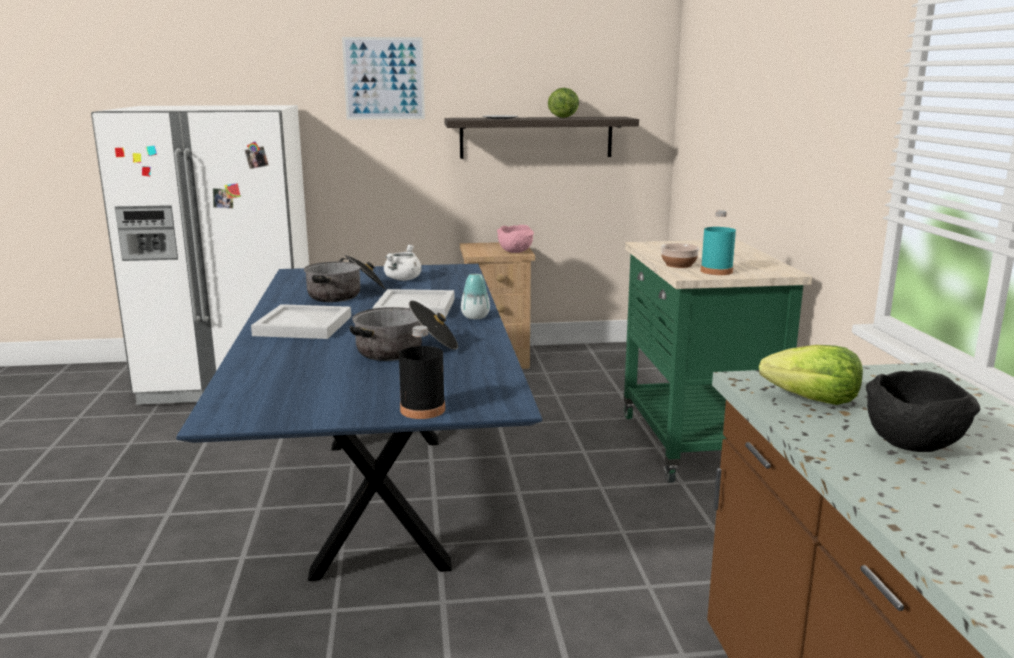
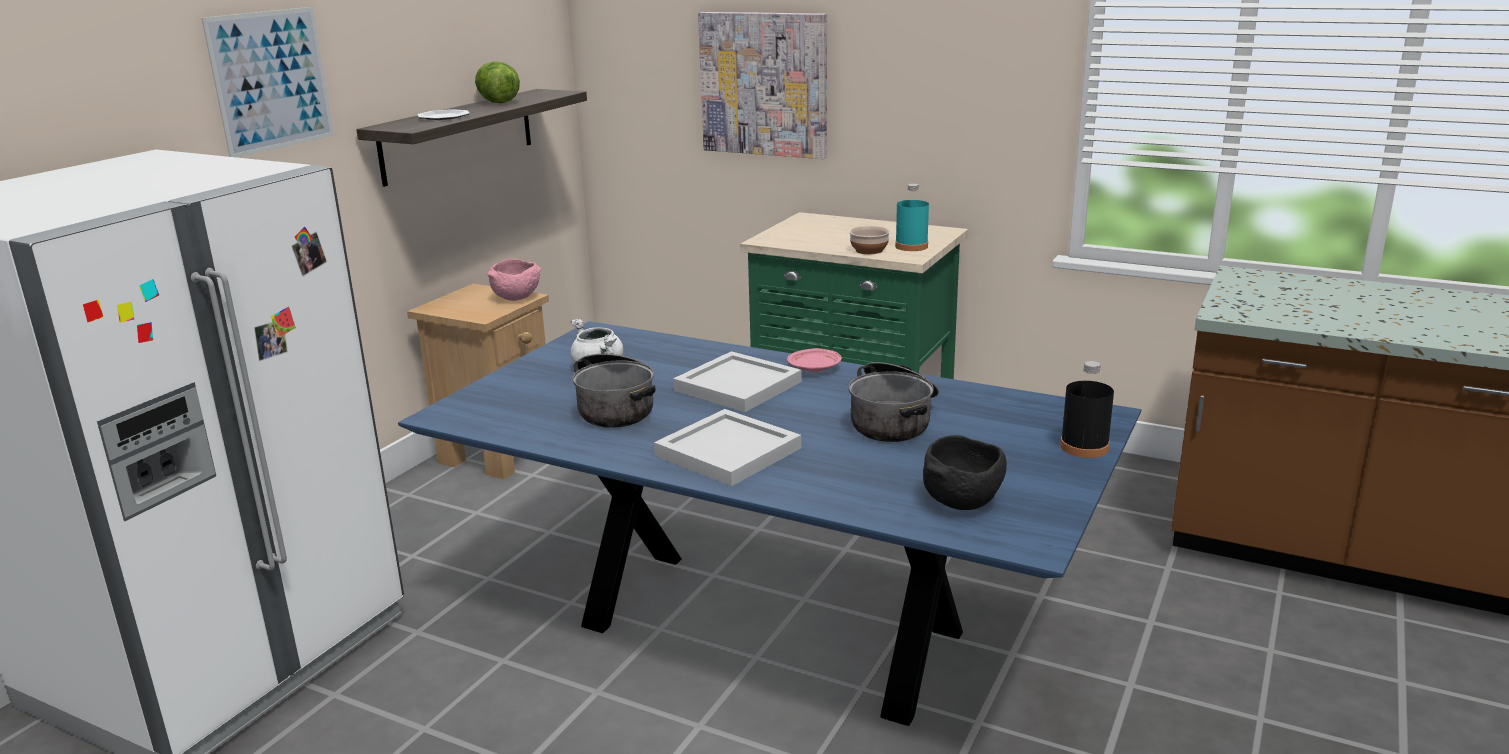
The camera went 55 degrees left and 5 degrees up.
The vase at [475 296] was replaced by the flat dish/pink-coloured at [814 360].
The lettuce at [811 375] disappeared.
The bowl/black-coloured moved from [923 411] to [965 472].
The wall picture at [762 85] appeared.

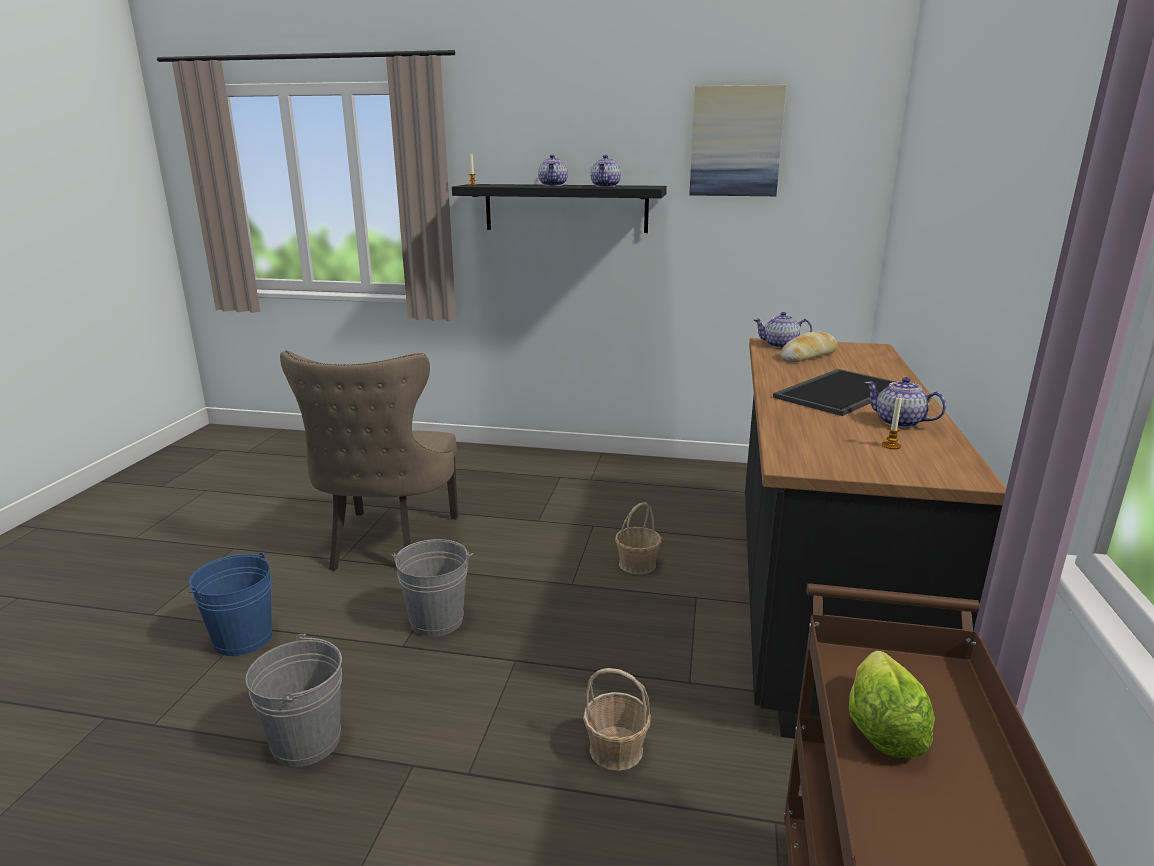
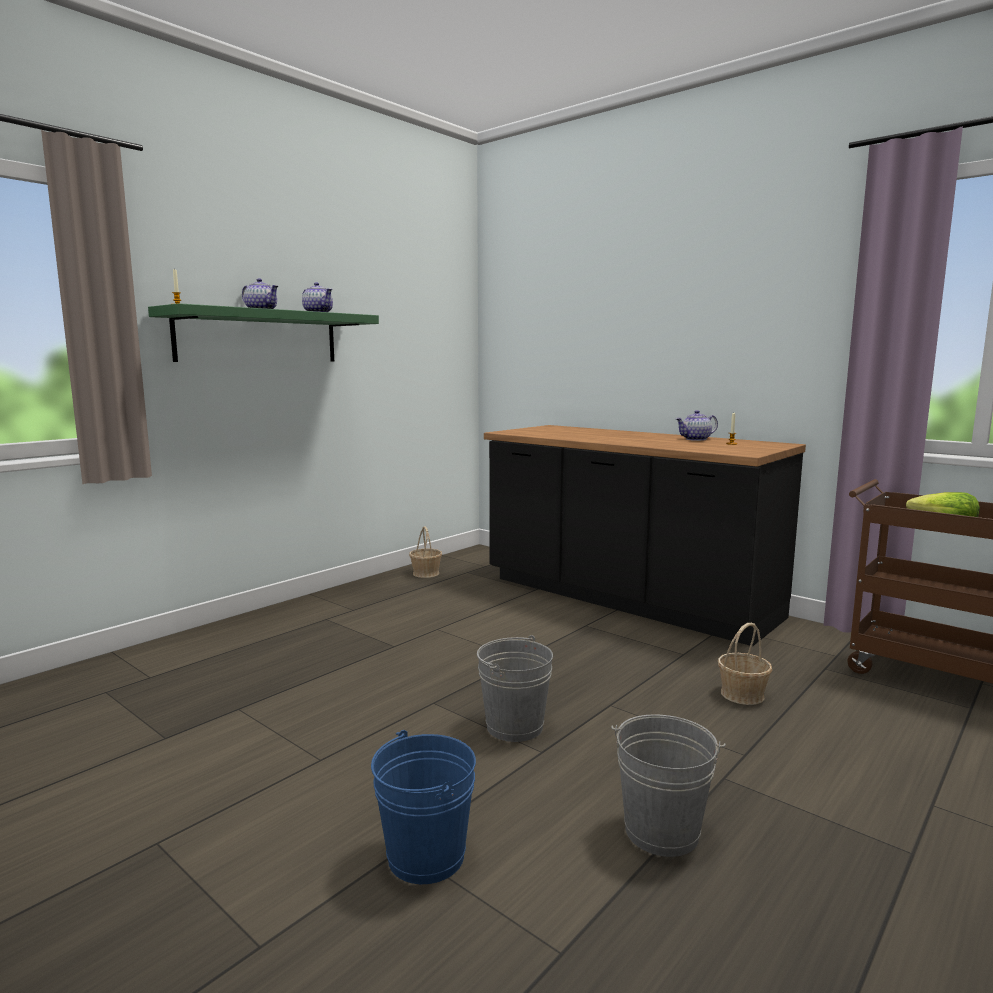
The camera went 60 degrees left and 10 degrees down.
The upright chair/beige-coloured at [369 461] disappeared.
The shelf/black-coloured at [559 208] became the shelf/green at [263 332].
The storage basket moved from [638 538] to [425 552].
The wall picture at [738 140] disappeared.
The tea pot at [783 330] disappeared.
The serving tray at [834 392] disappeared.
The baked bread at [808 346] disappeared.

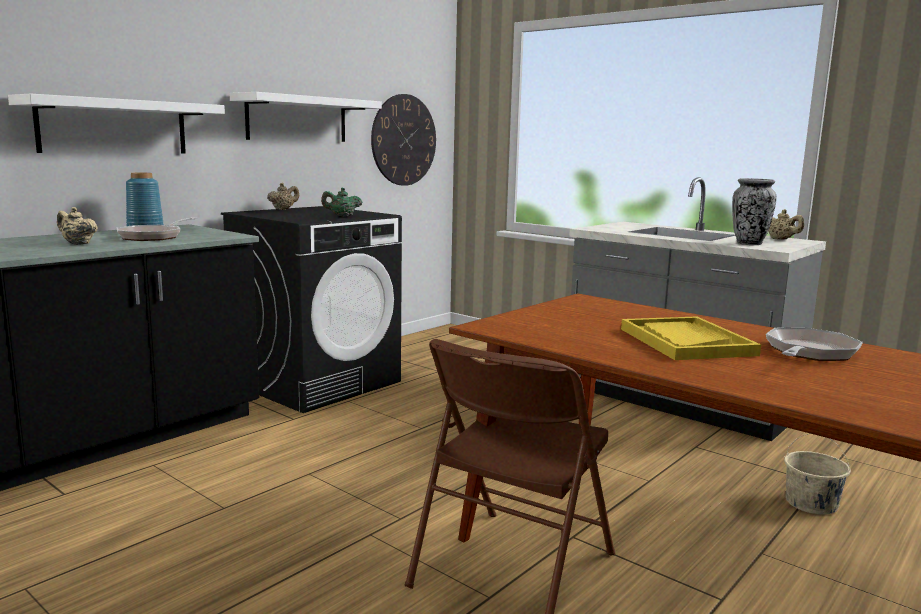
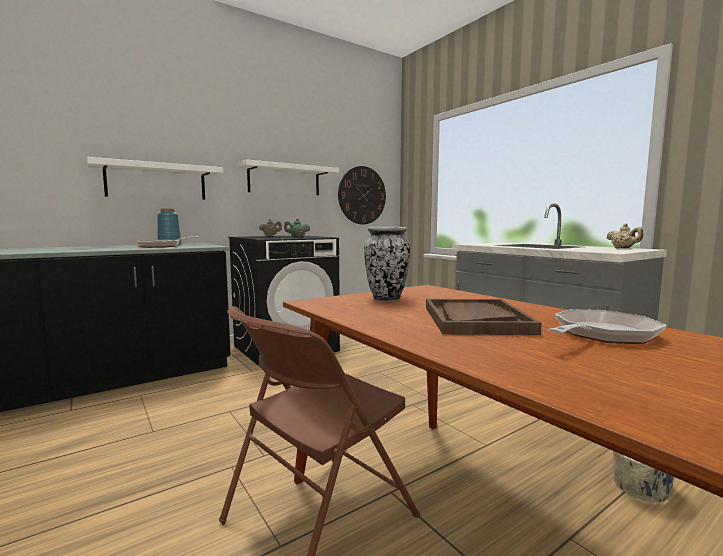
The camera went 15 degrees right and 5 degrees down.
The tea pot/beige-coloured at [77 226] disappeared.
The serving tray/yellowish at [691 338] became the serving tray/brownish at [484 317].
The vase moved from [754 211] to [387 264].

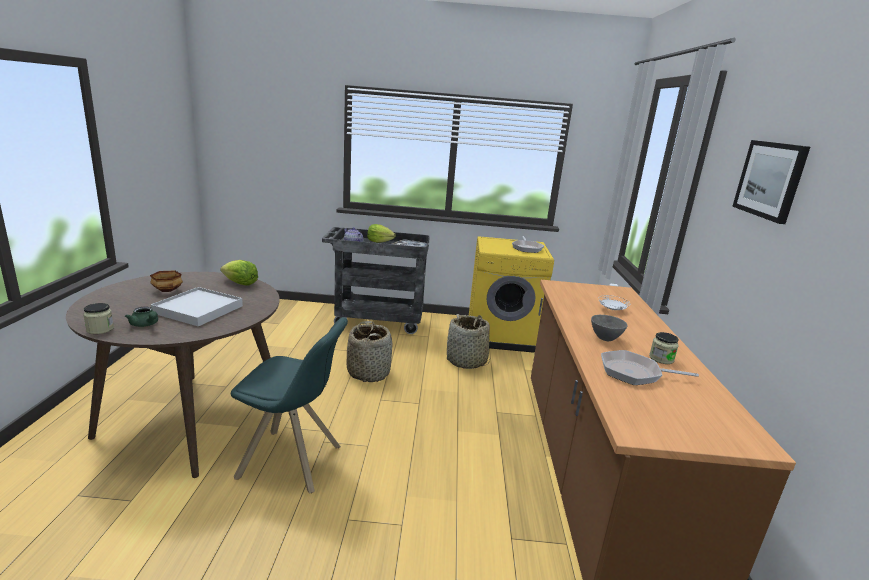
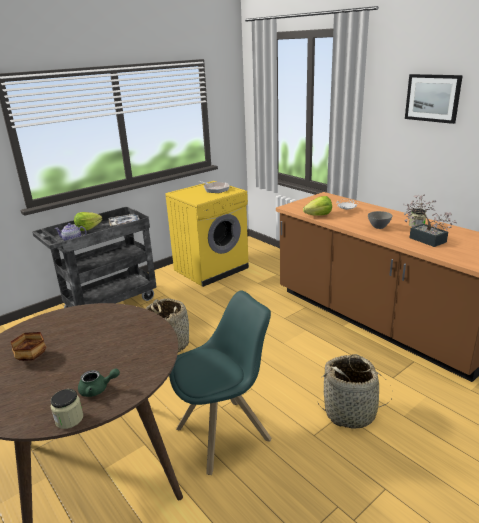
The camera went 40 degrees left and 5 degrees up.
The serving tray/white at [196 307] disappeared.
The lettuce moved from [239 273] to [317 206].
The storage basket moved from [468 341] to [355 391].
The pan at [650 367] was replaced by the potted plant at [430 220].

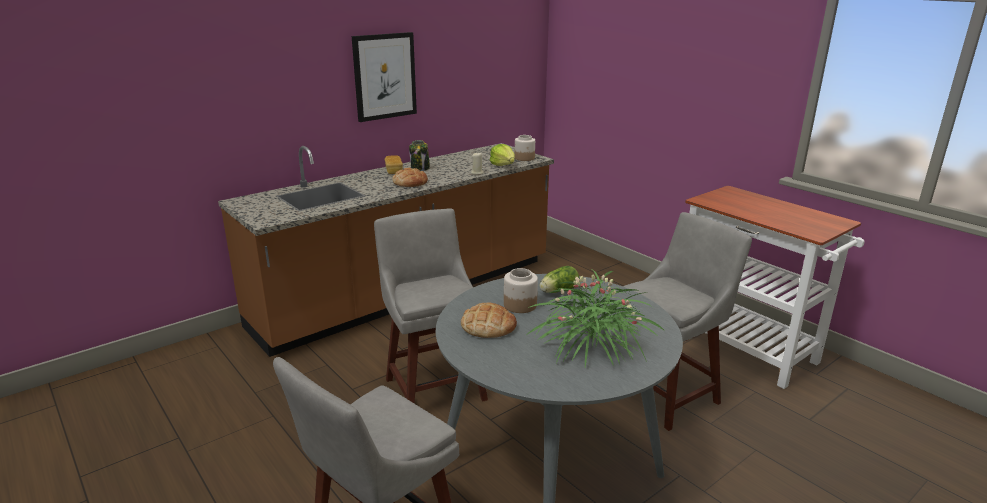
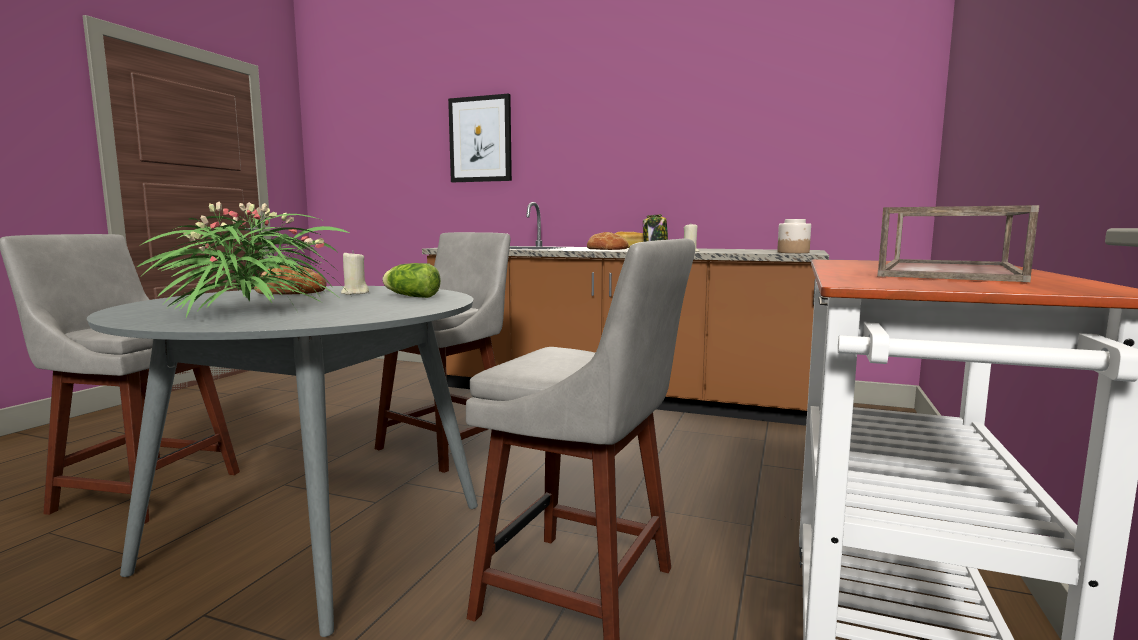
The camera went 60 degrees right and 15 degrees down.
The wall picture moved from [384 77] to [480 137].
The lettuce at [502 155] disappeared.
The storage jar at [521 290] was replaced by the wax light/beige-coloured at [355 272].
The serving tray/brownish at [958 243] appeared.

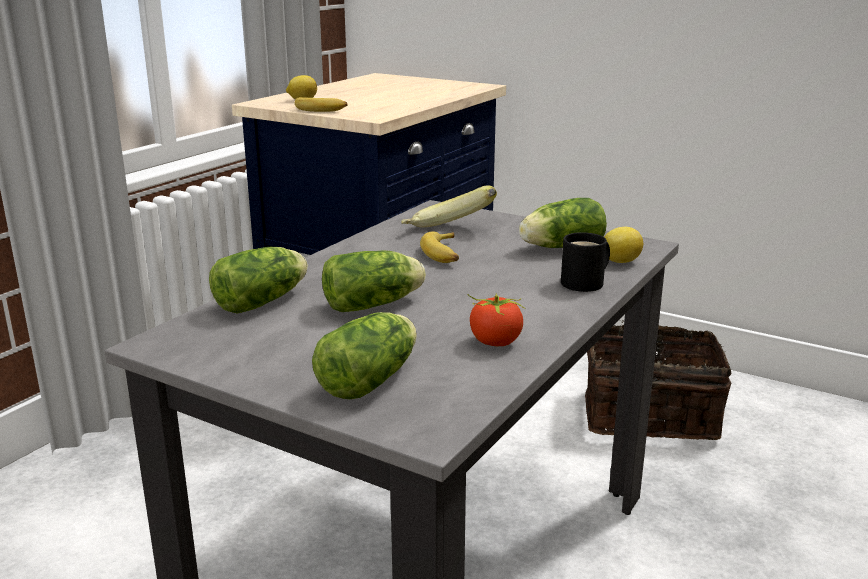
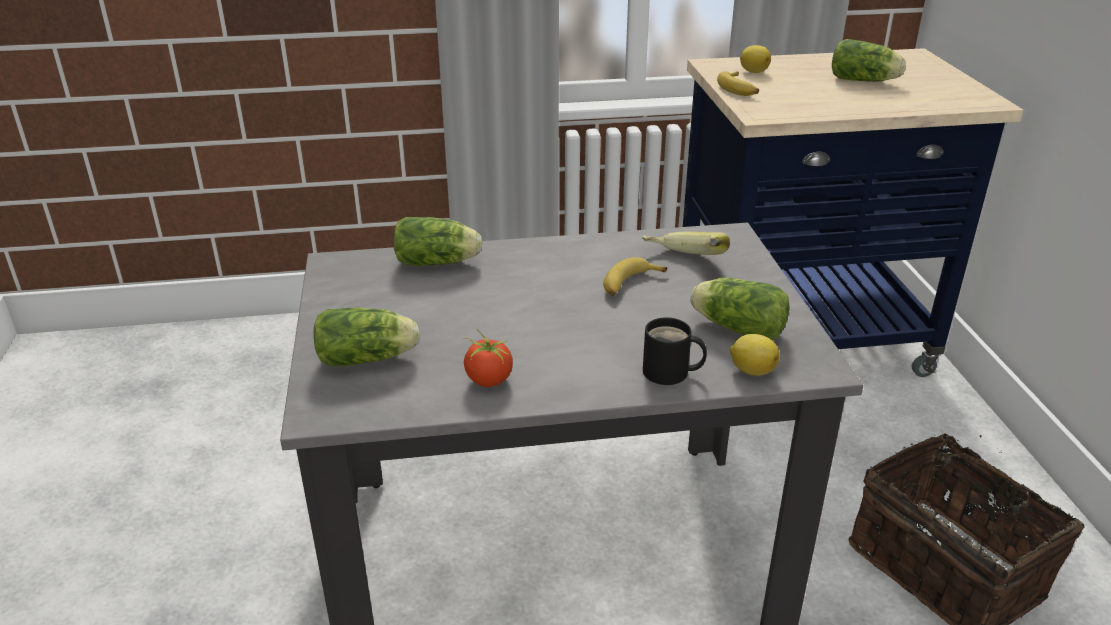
The camera went 50 degrees right and 10 degrees up.
The lettuce moved from [374 281] to [869 60].

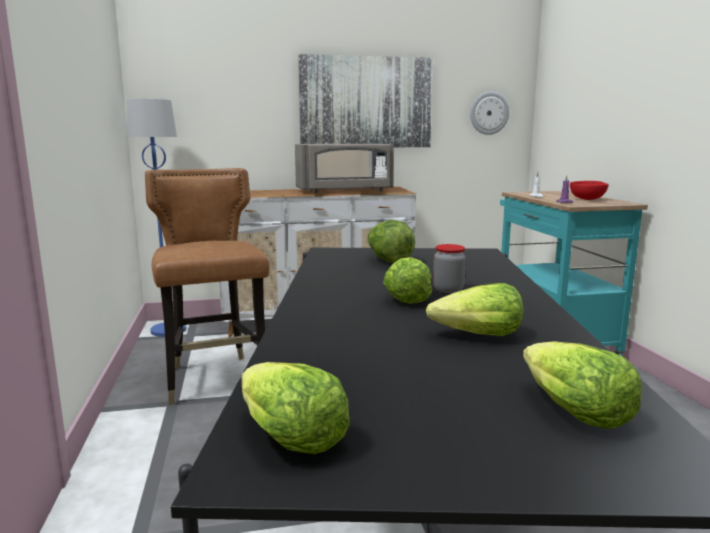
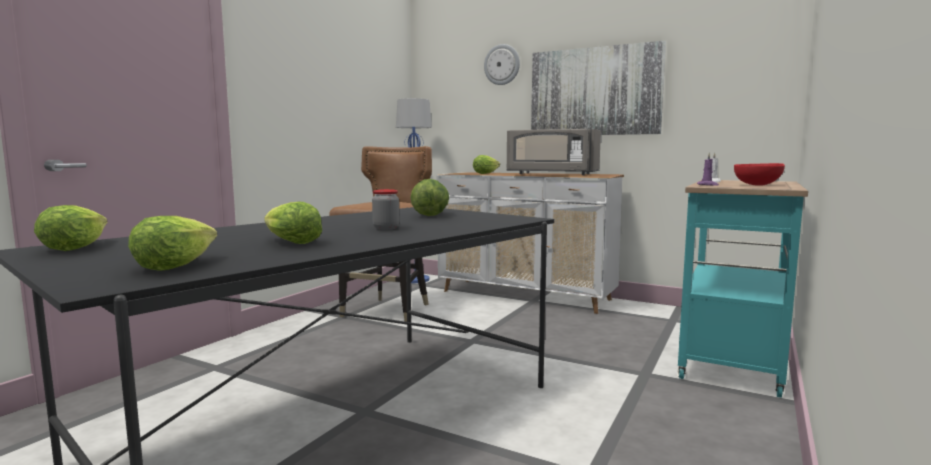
The camera went 40 degrees right and 5 degrees down.
The lettuce moved from [407 280] to [486 164].
The wall clock moved from [489 113] to [502 64].

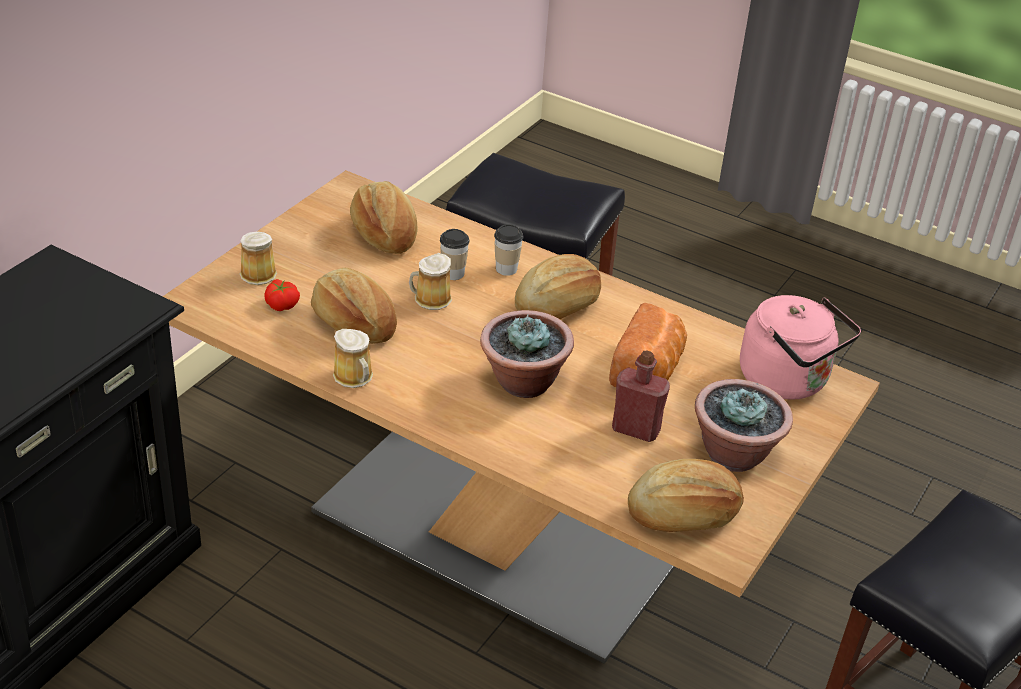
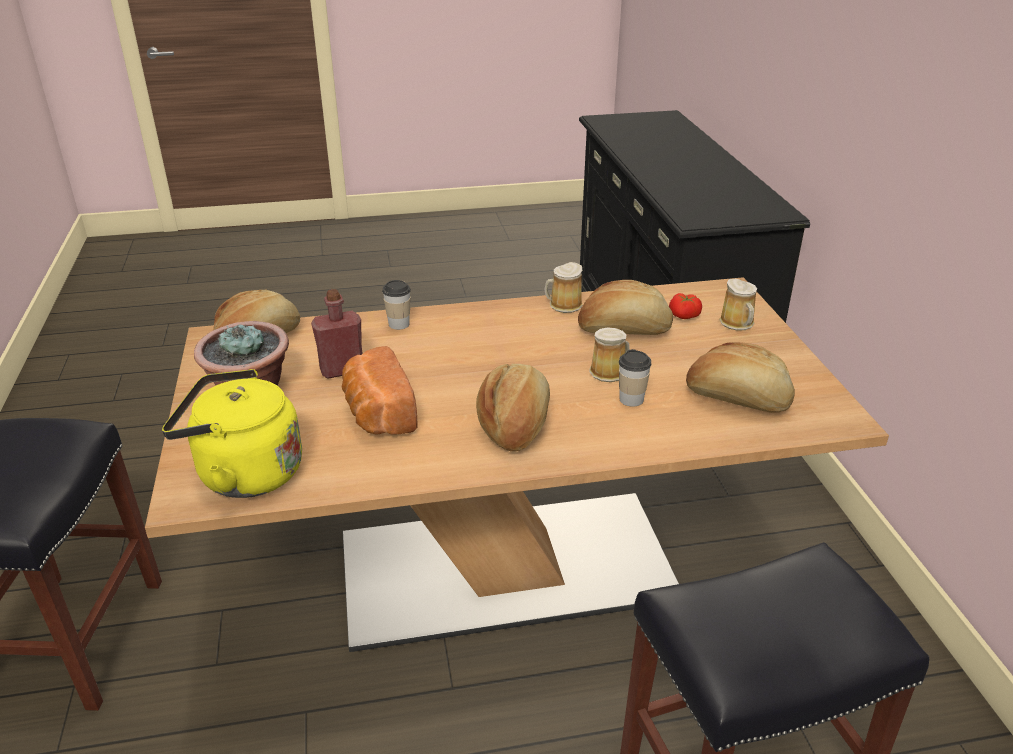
The camera went 140 degrees right and 5 degrees down.
The potted plant at [527 354] disappeared.
The small cup moved from [509 250] to [396 305].
The kettle/pink-coloured at [800 347] became the kettle/yellowish at [232 433].

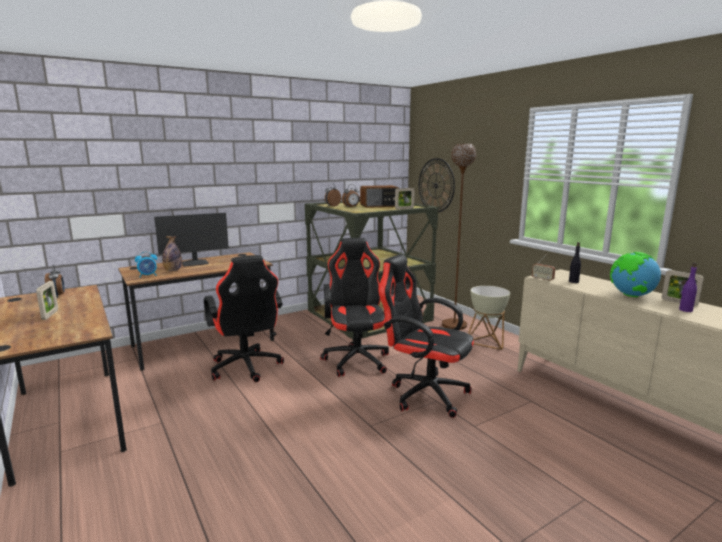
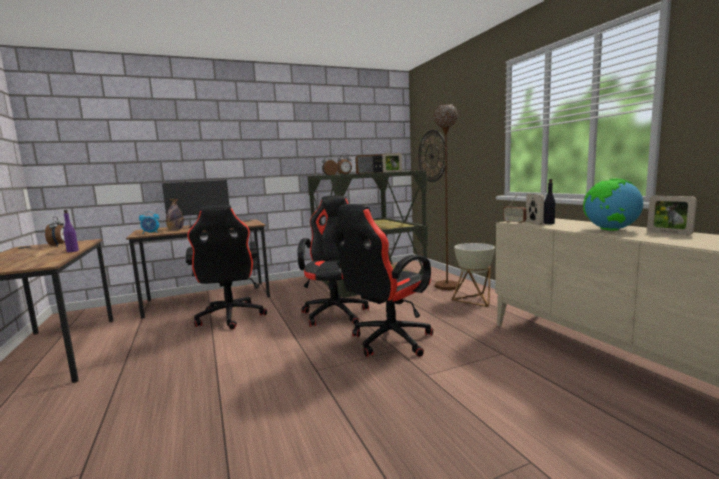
The camera went 10 degrees right and 5 degrees down.
The photo frame moved from [47 300] to [535 209].
The computer chair/black-coloured at [426 336] turned 90 degrees counterclockwise.
The drink bottle/purplish moved from [688 287] to [71 231].

